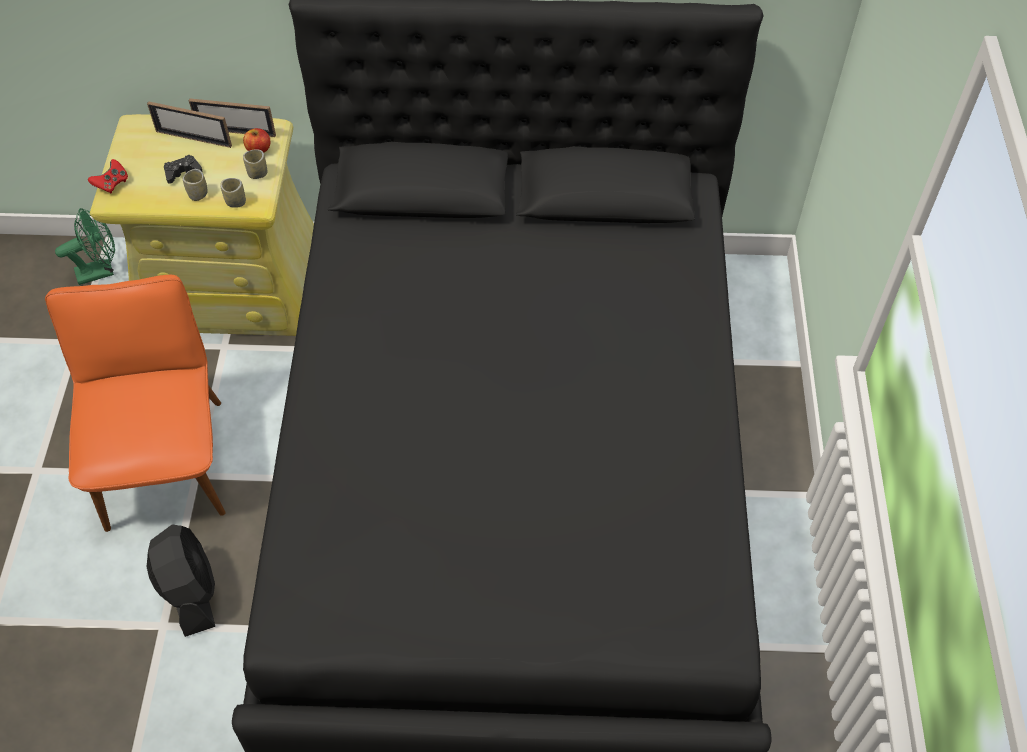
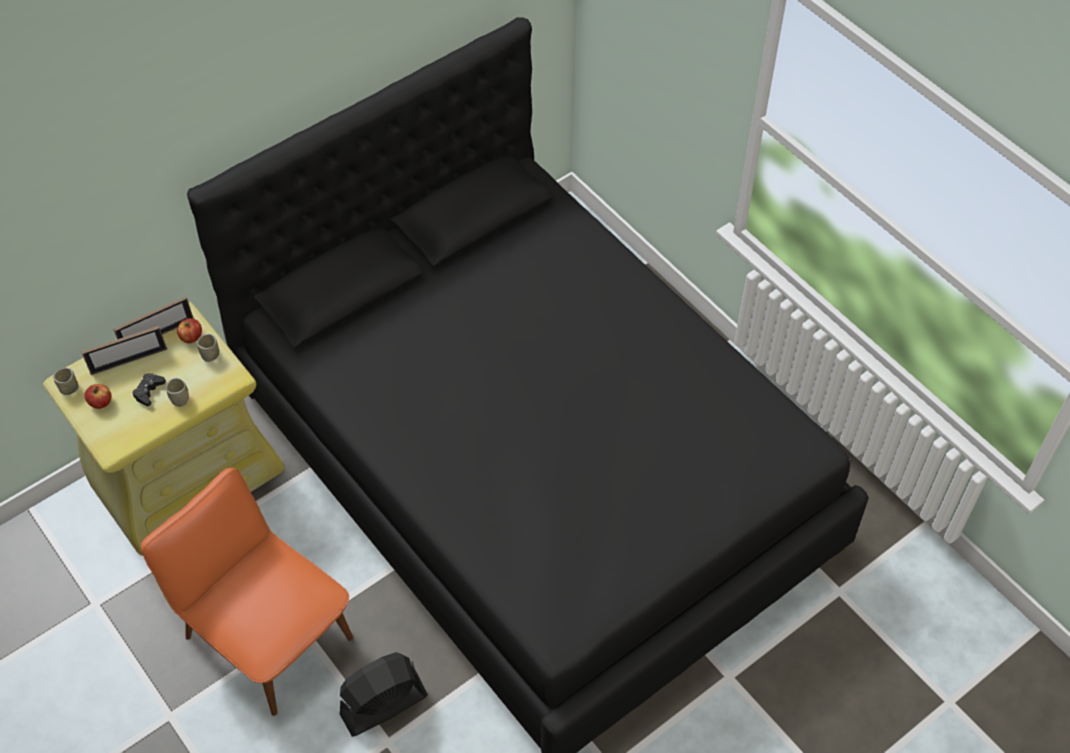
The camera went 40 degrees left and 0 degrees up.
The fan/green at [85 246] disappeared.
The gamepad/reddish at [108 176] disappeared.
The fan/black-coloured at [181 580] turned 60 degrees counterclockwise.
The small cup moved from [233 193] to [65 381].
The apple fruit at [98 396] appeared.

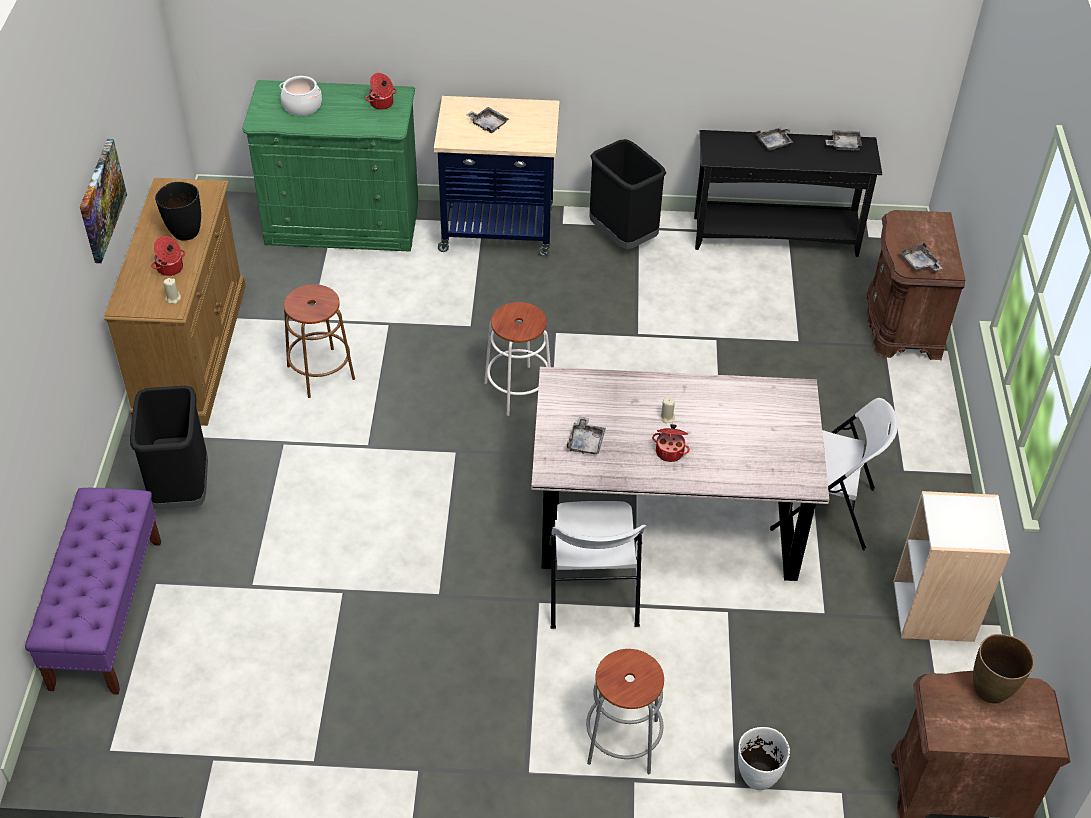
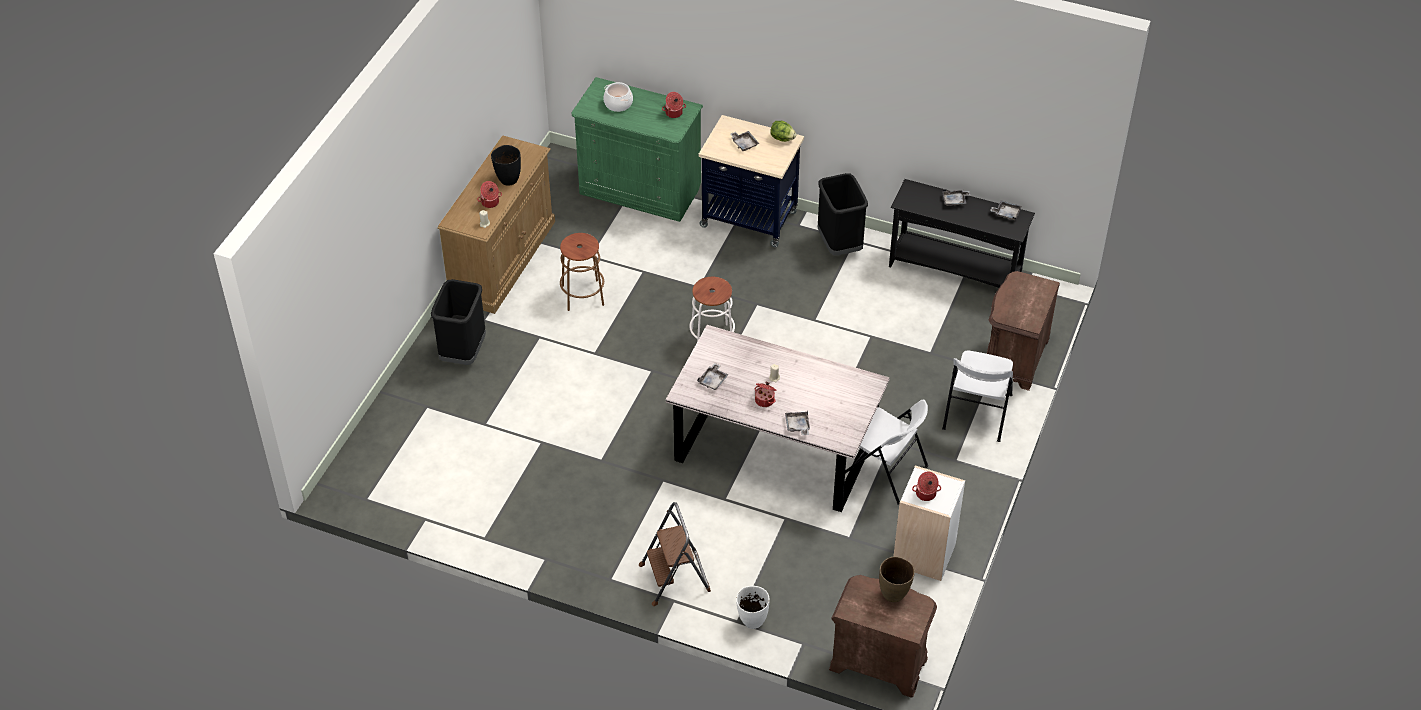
The camera went 20 degrees right and 0 degrees up.
The bench/purplish at [93 591] disappeared.
The wall picture at [103 201] disappeared.
The upright chair/white moved from [597 565] to [977 396].
The stool/greyish at [625 711] was replaced by the step ladder/brownish at [675 554].
The serving tray/greyish moved from [921 257] to [797 423].
The lettuce at [783 131] appeared.
The stockpot at [926 486] appeared.

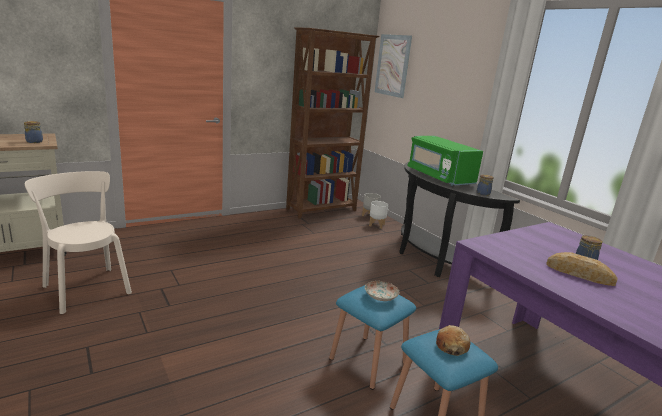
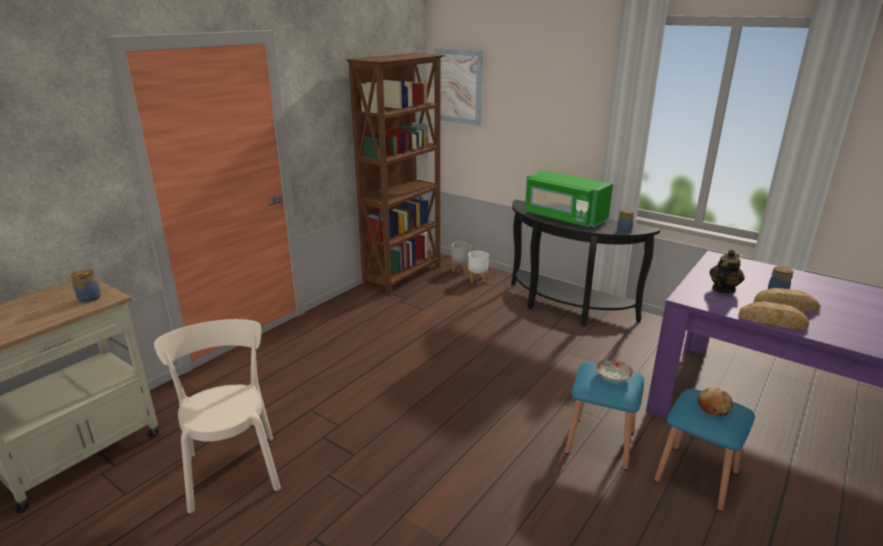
The camera went 20 degrees left and 5 degrees up.
The upright chair/beige-coloured at [78 242] turned 45 degrees clockwise.
The tea pot at [727 271] appeared.
The baked bread at [774 315] appeared.

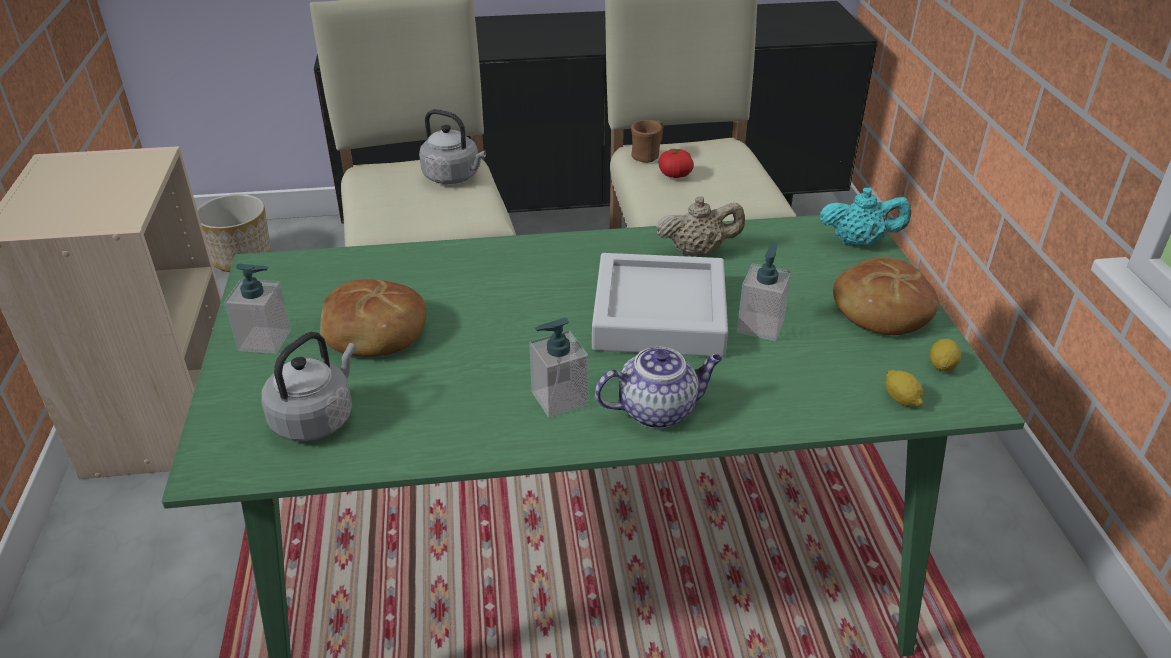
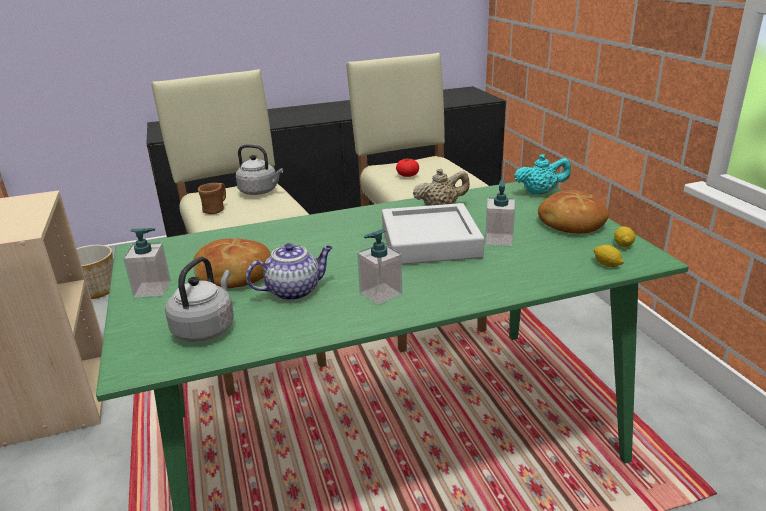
The camera went 10 degrees left and 10 degrees down.
The tea pot moved from [659 388] to [289 272].
The coffee mug/brownish moved from [647 141] to [212 198].

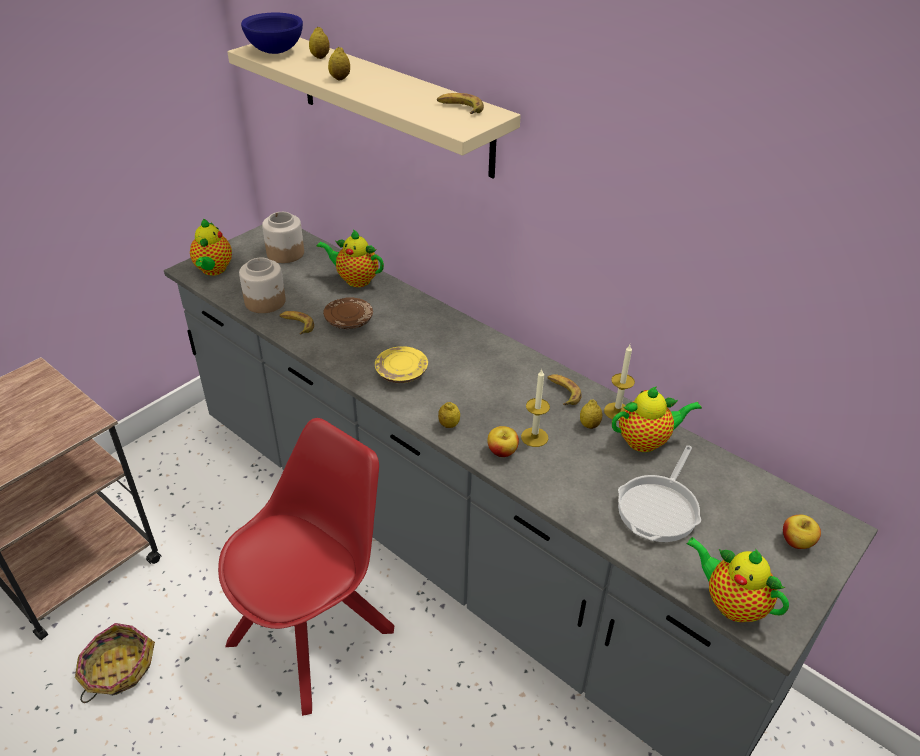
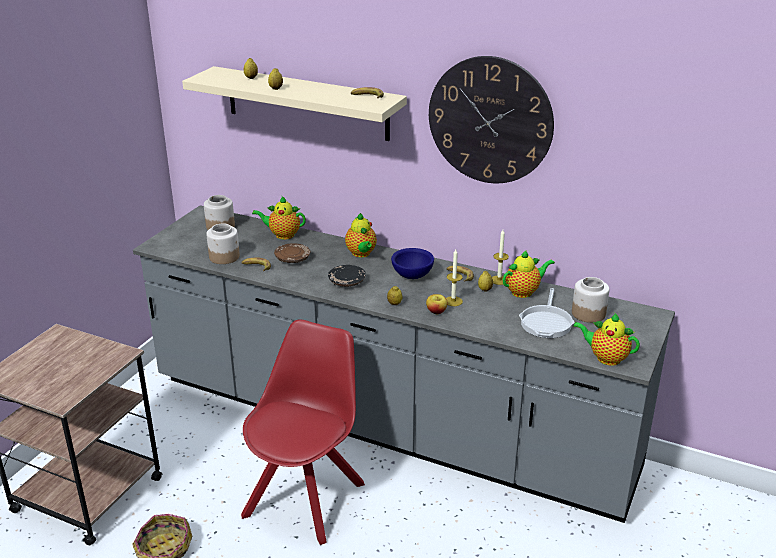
The camera went 15 degrees left and 10 degrees down.
The tea pot moved from [211 247] to [361 235].
The bowl/bluish moved from [272 33] to [412 263].
The flat dish/yellowish at [401 364] became the flat dish/black-coloured at [347 276].
The apple fruit at [802 532] disappeared.
The wall clock at [491 119] appeared.
The storage jar at [591 300] appeared.

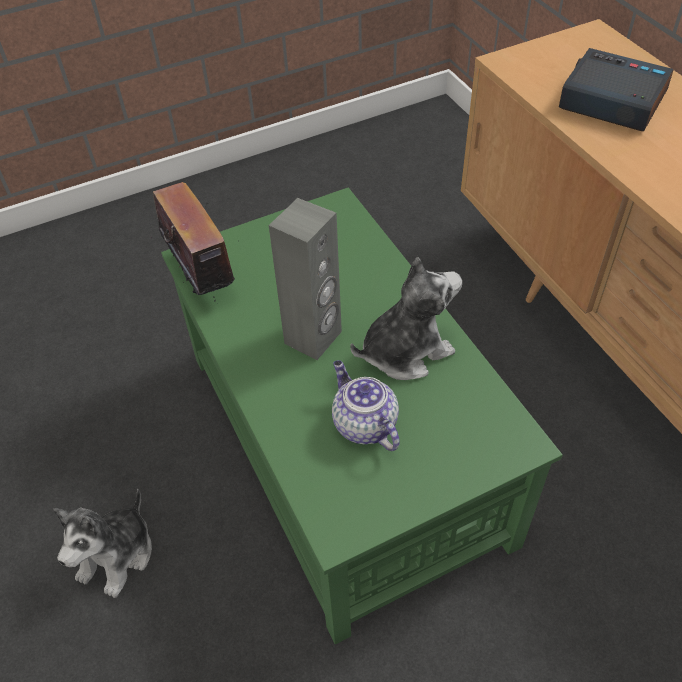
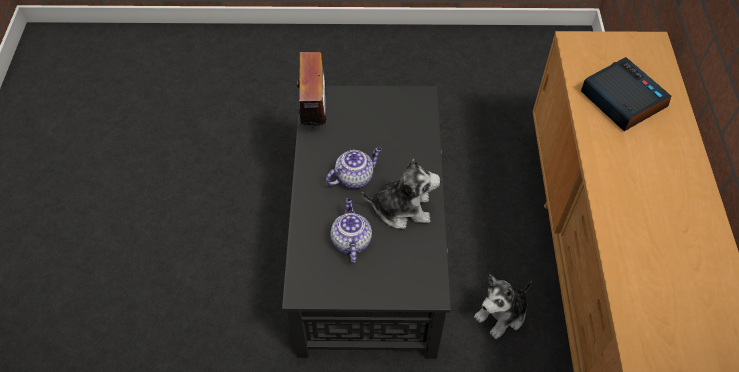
The camera went 25 degrees right and 5 degrees up.
The plush toy moved from [102 543] to [503 306].
The lounge table/green at [362 416] became the lounge table/black-coloured at [366 222].
The audio speaker/greyish at [305 279] was replaced by the tea pot at [354 168].

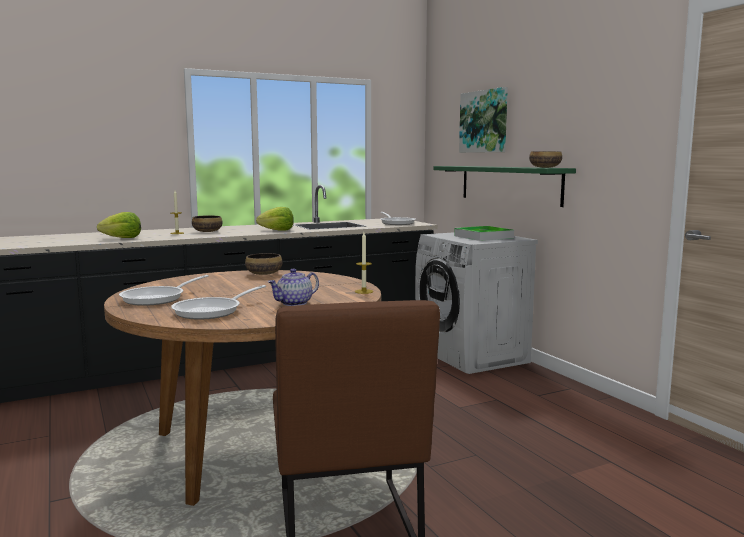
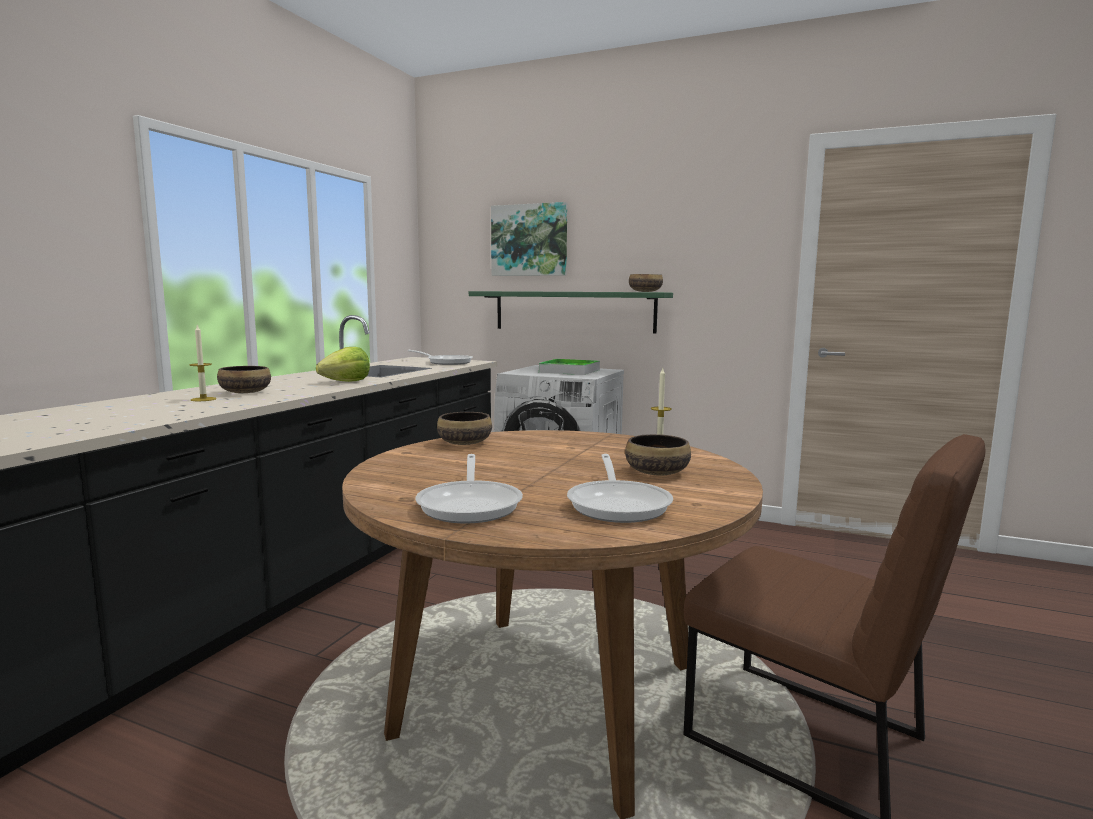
The camera went 40 degrees left and 0 degrees up.
The lettuce at [119 225] disappeared.
The tea pot at [293 287] was replaced by the bowl at [658 454].

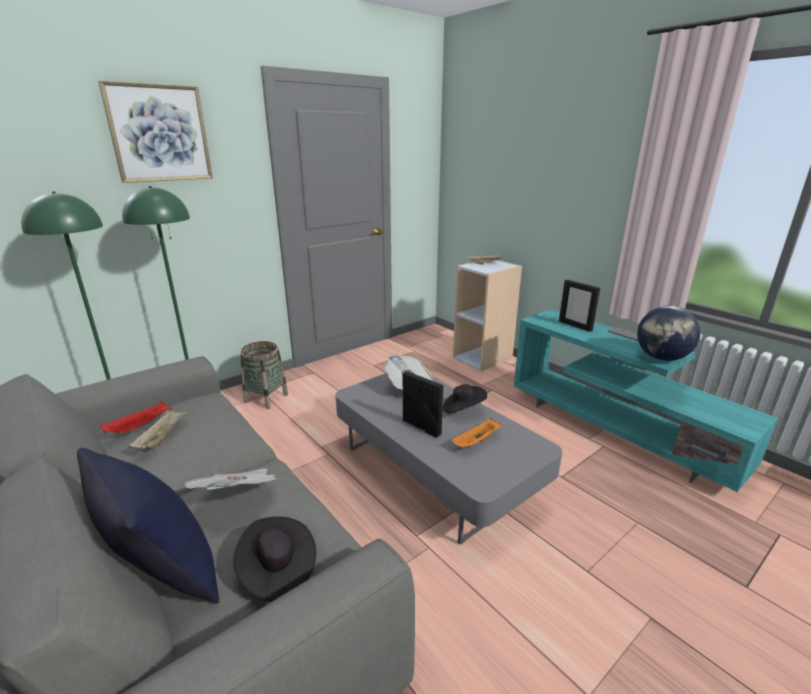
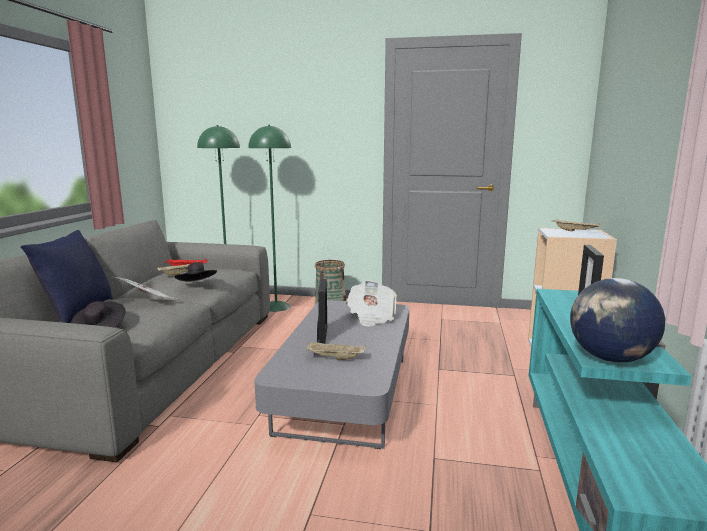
The camera went 50 degrees right and 10 degrees down.
The wall picture at [155 132] disappeared.
The wearable hat/black-coloured moved from [465 398] to [196 272].
The serving tray/orange at [476 433] became the serving tray/beige-coloured at [336 351].

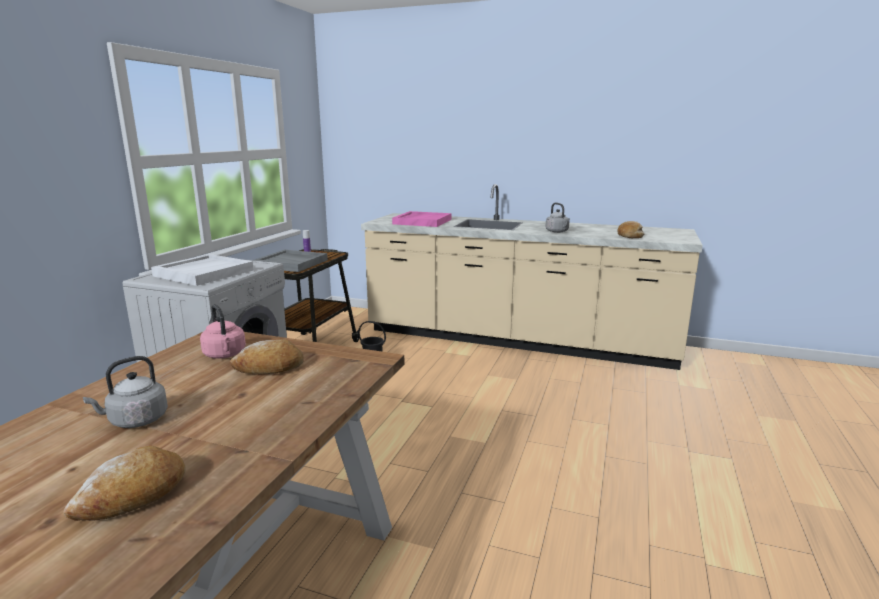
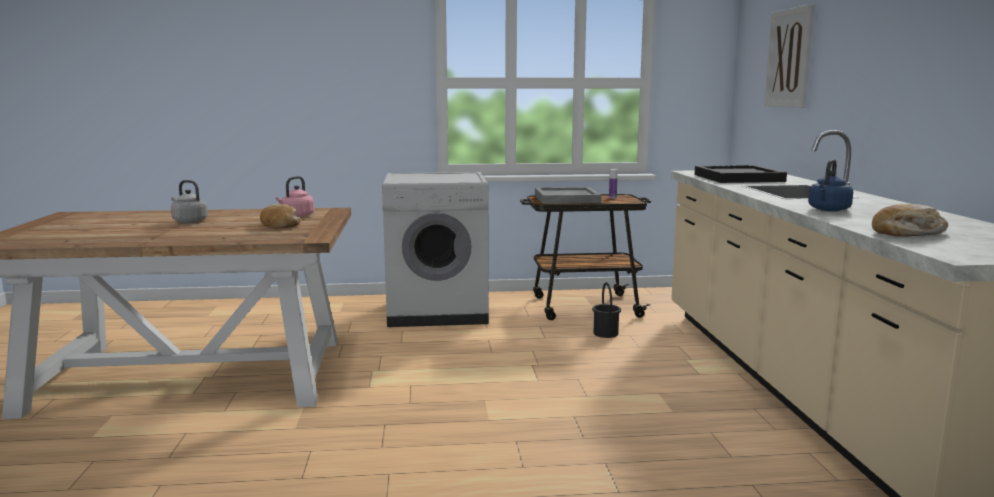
The camera went 65 degrees right and 5 degrees down.
The baked bread at [124 483] disappeared.
The serving tray/white at [202 270] disappeared.
The serving tray/pink-coloured at [421 219] became the serving tray/black-coloured at [740 174].
The kettle/greyish at [558 218] became the kettle/bluish at [830 185].
The wall picture at [789 56] appeared.

